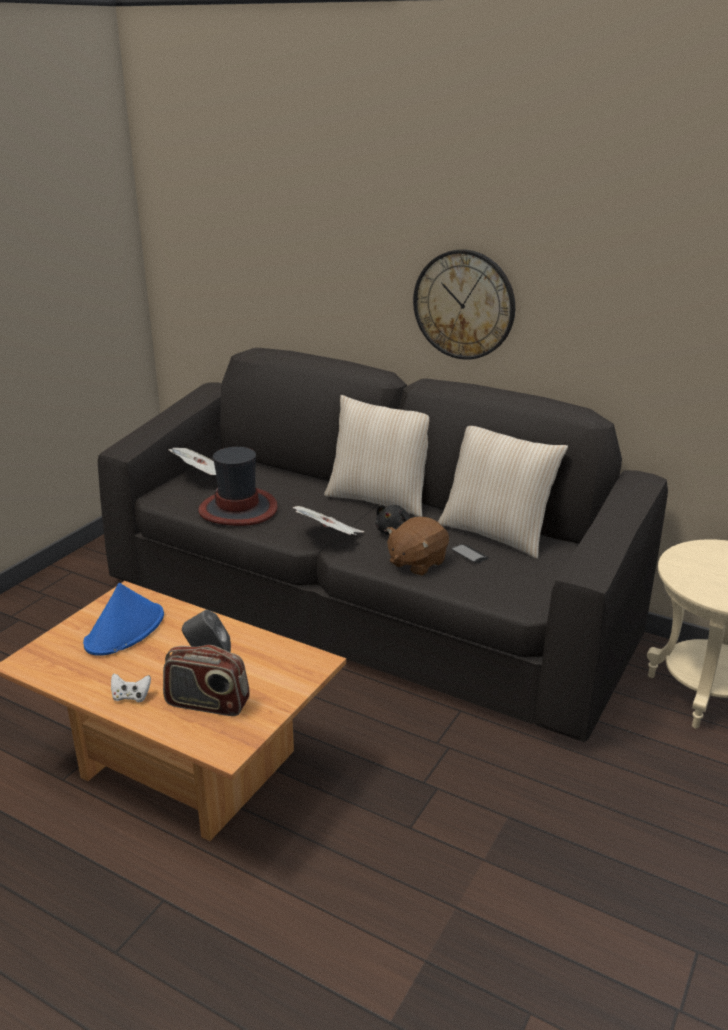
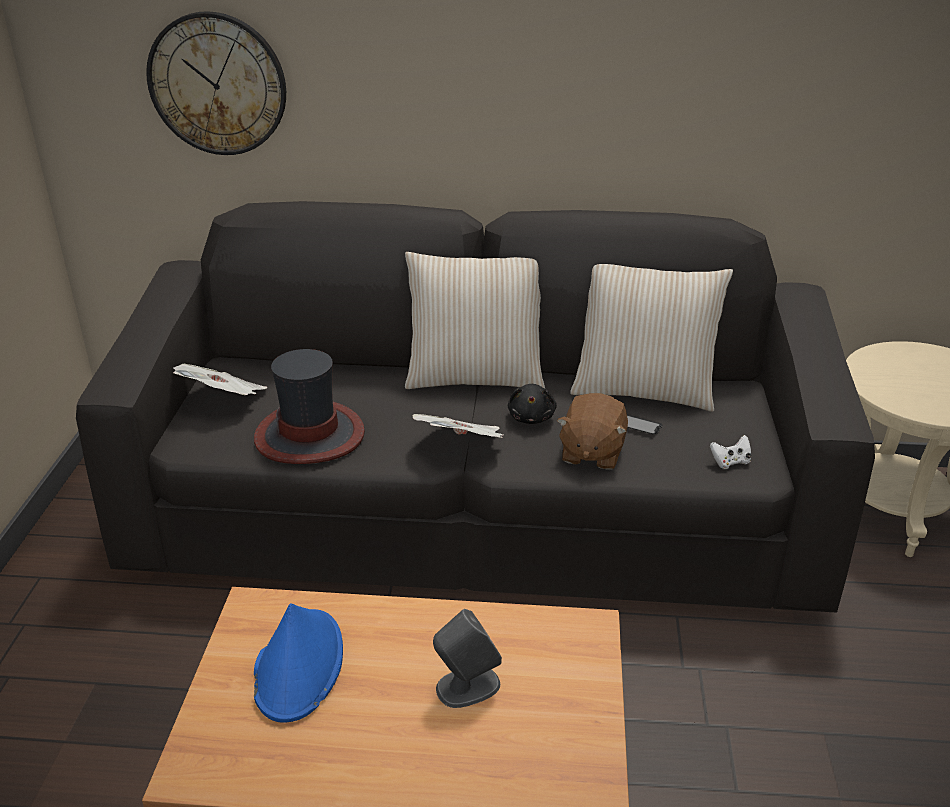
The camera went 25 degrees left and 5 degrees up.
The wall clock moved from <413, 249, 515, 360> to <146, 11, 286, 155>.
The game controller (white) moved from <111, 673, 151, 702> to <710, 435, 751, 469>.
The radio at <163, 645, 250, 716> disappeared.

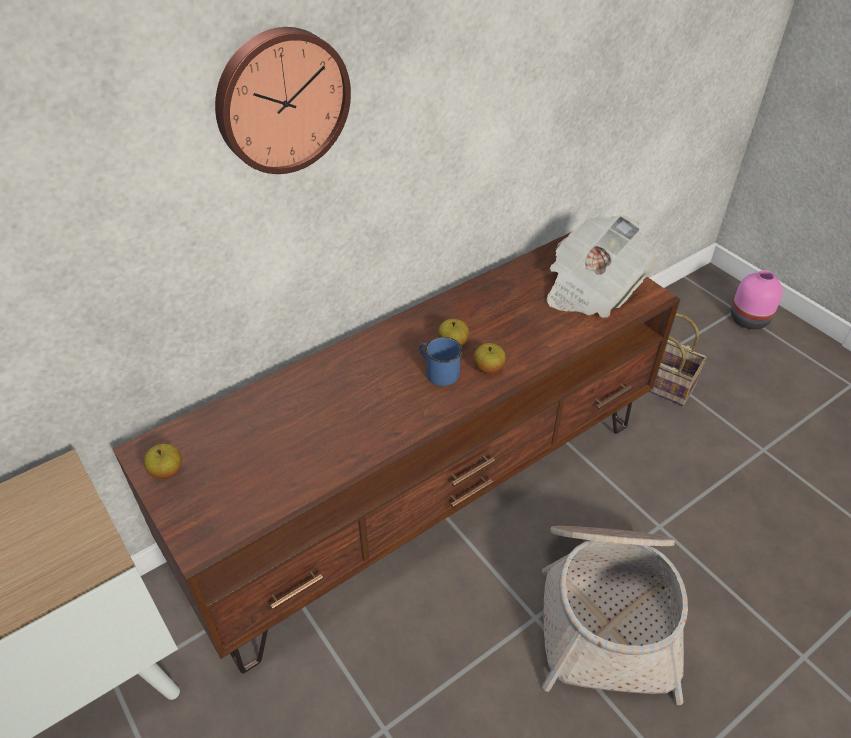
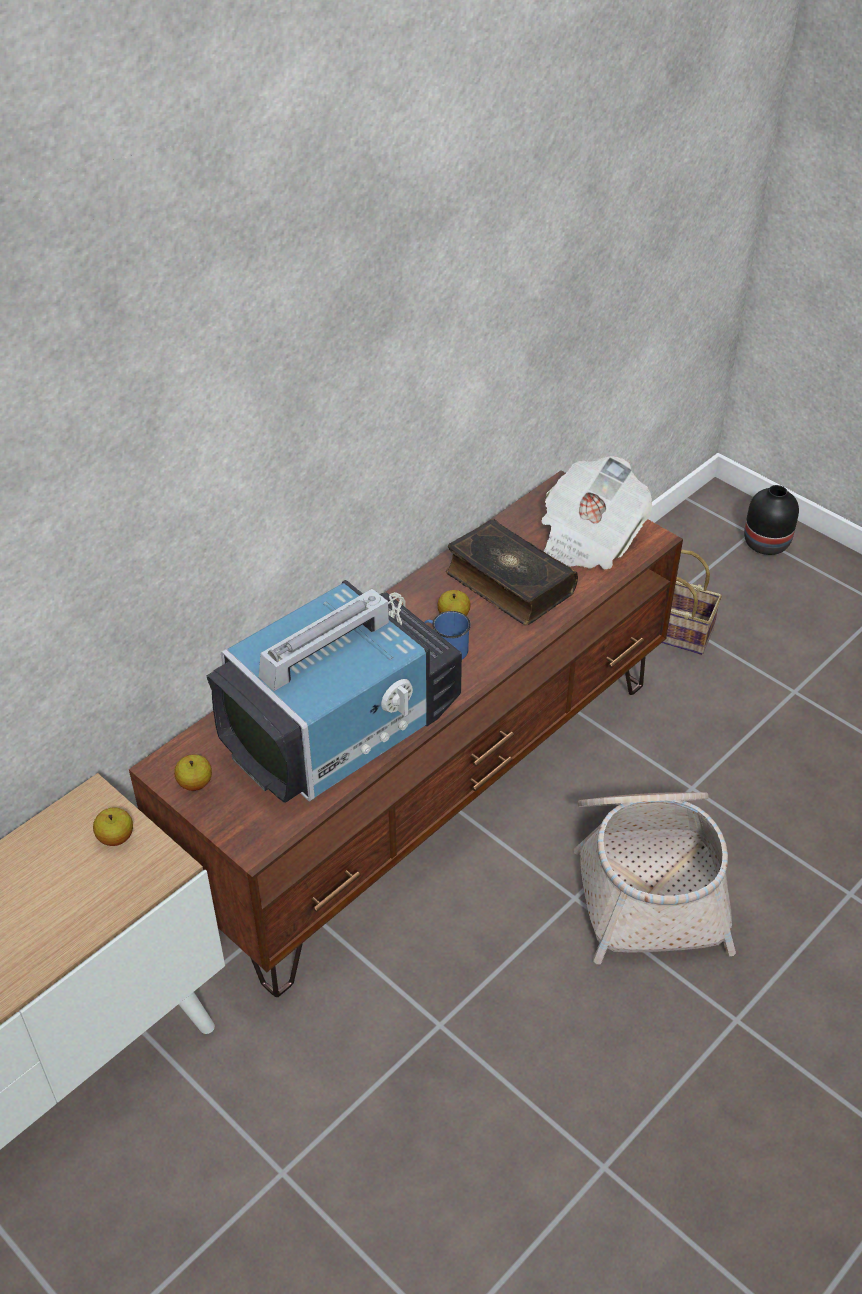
The camera went 10 degrees left and 0 degrees up.
The apple moved from <474, 343, 506, 374> to <93, 807, 133, 846>.
The television at <207, 580, 462, 803> appeared.
The book at <446, 519, 578, 626> appeared.
The vase (pink) at <731, 270, 783, 330> became the vase (black) at <744, 485, 799, 555>.
The wall clock at <215, 27, 351, 174> disappeared.

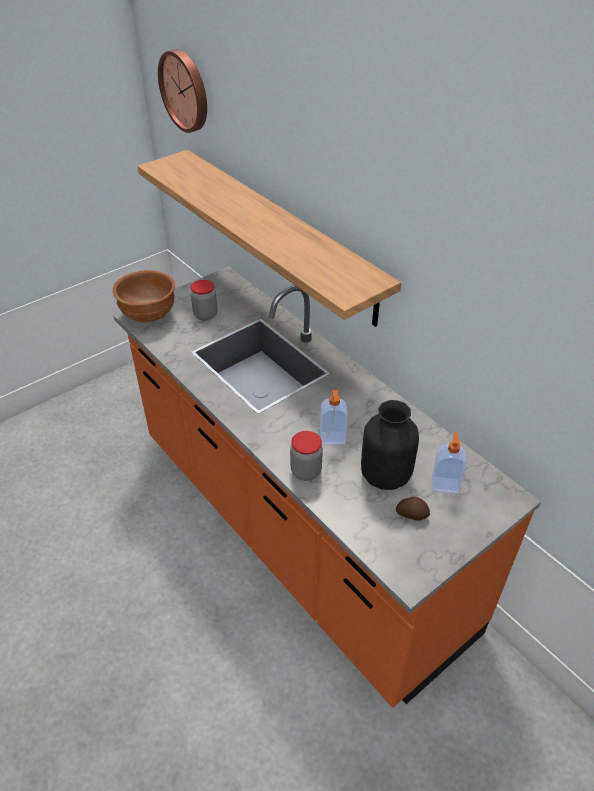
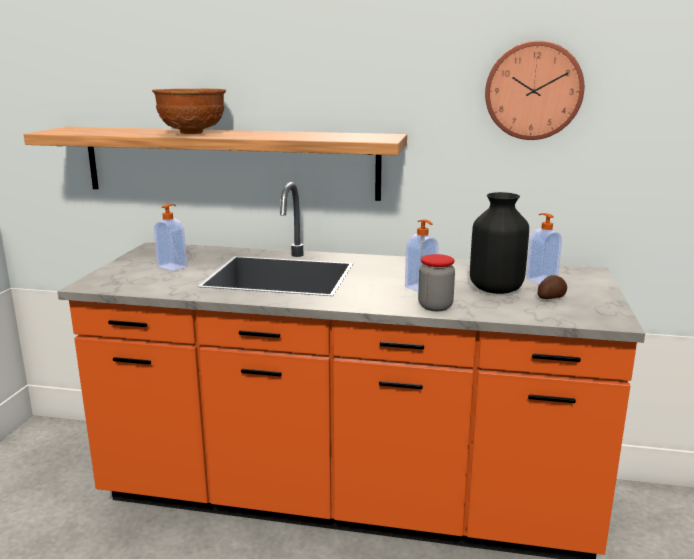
The camera went 40 degrees left and 25 degrees down.
The bowl (brown) moved from <113, 270, 175, 322> to <152, 89, 226, 134>.
The jar at <190, 280, 217, 321> was replaced by the soap dispenser at <154, 204, 187, 271>.
The wall clock moved from <158, 49, 207, 133> to <485, 41, 584, 140>.

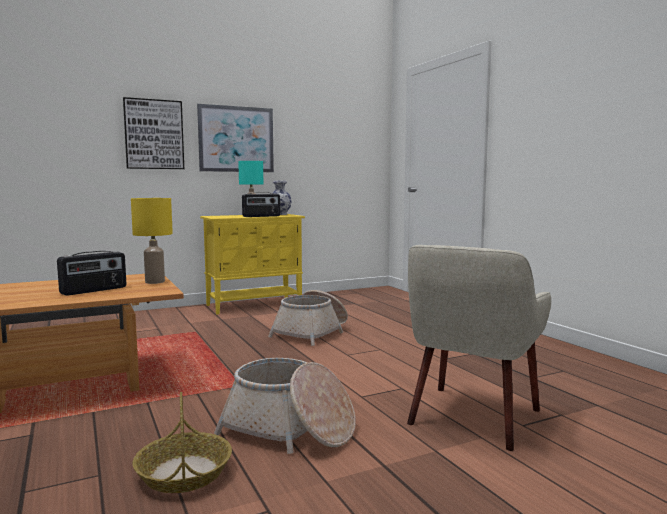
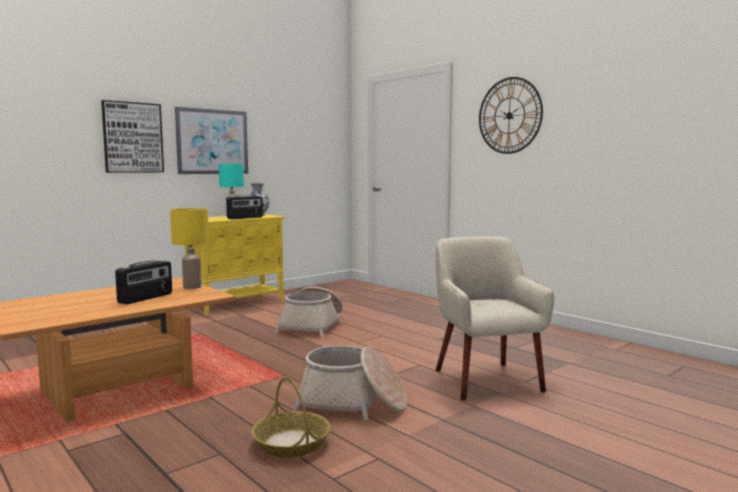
The camera went 15 degrees left and 0 degrees up.
The armchair (beige) at <407, 245, 551, 451> turned 150 degrees clockwise.
The wall clock at <479, 77, 543, 154> appeared.

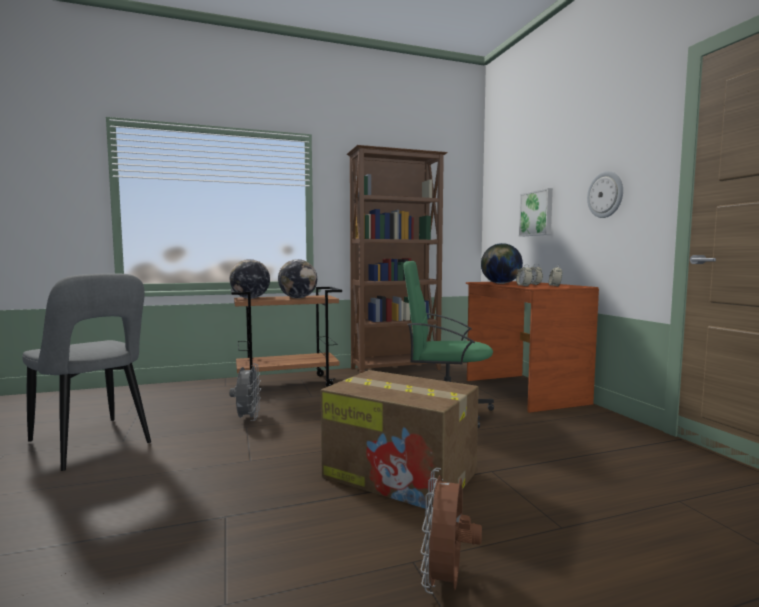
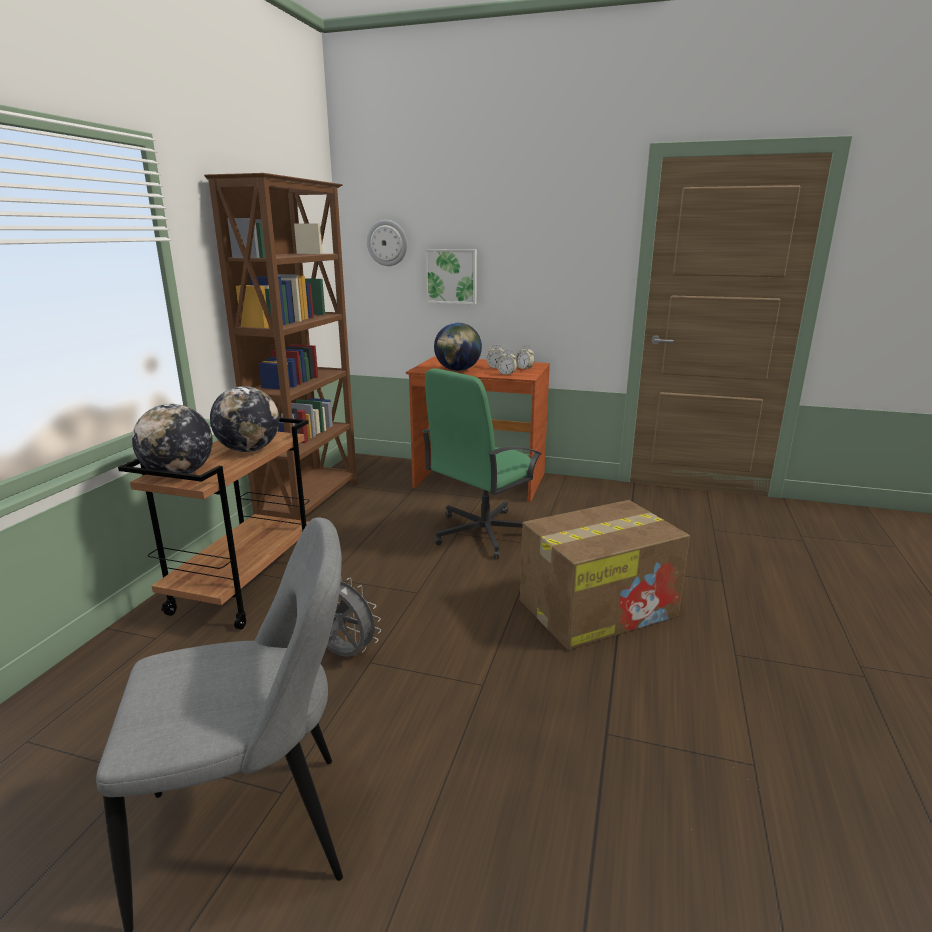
The camera went 55 degrees left and 15 degrees up.
The wall clock moved from <587, 171, 623, 218> to <367, 220, 407, 266>.
The fan (brown) at <420, 468, 482, 594> disappeared.

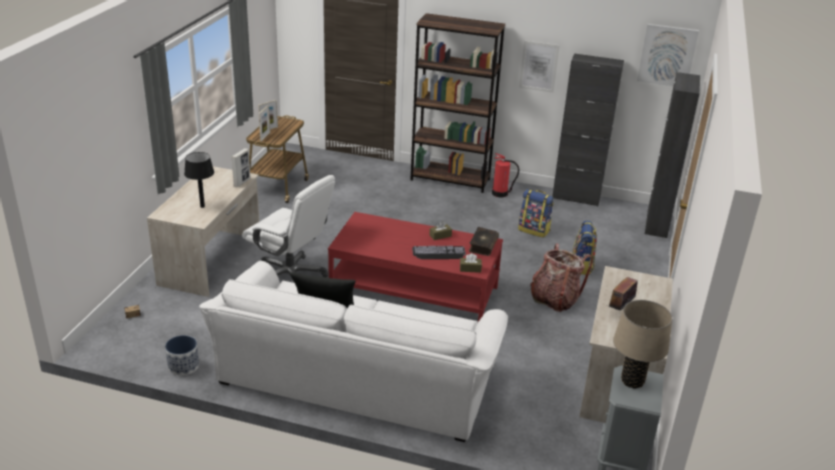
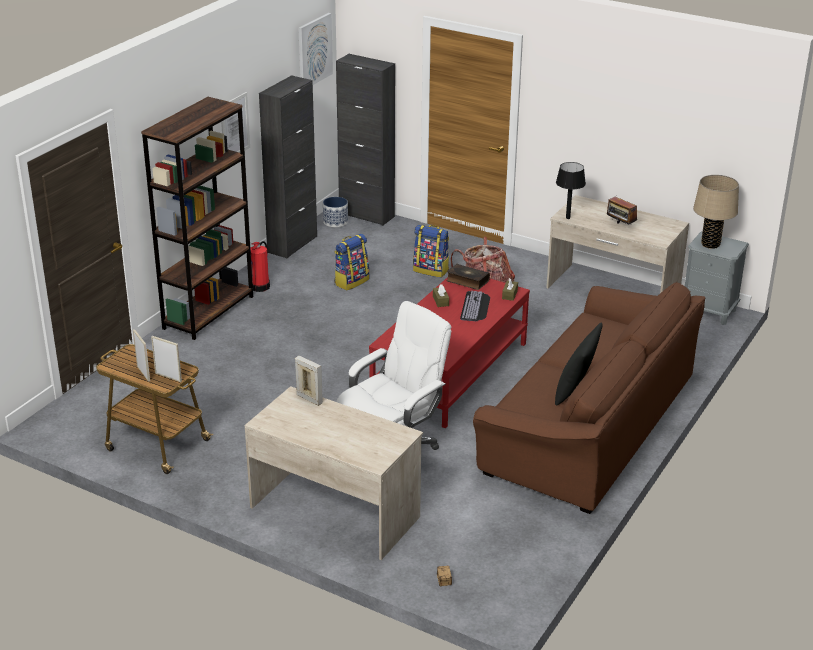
The camera went 75 degrees left and 0 degrees up.
The planter moved from <165, 335, 199, 376> to <323, 197, 348, 227>.
The sofa (white) at <199, 261, 508, 442> became the sofa (brown) at <473, 282, 705, 514>.
The table lamp (black) moved from <184, 152, 214, 208> to <556, 162, 586, 219>.

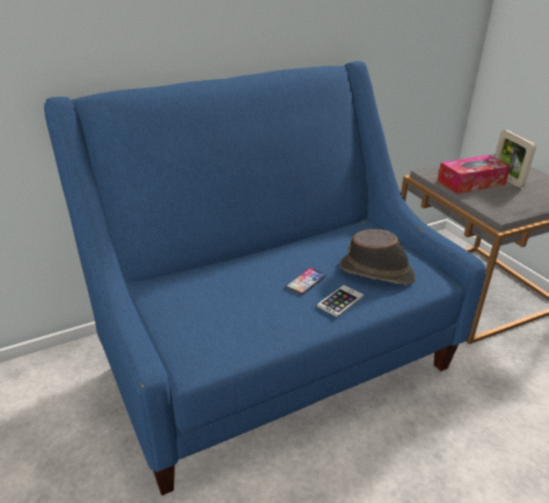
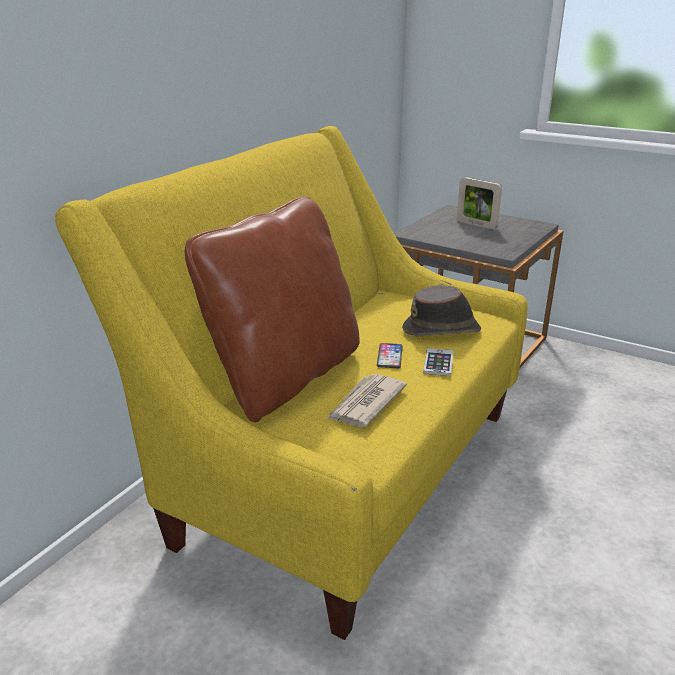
The camera went 30 degrees left and 5 degrees down.
The sofa (blue) at <44, 61, 486, 496> became the sofa (yellow) at <55, 126, 527, 640>.
The pillow (brown) at <185, 197, 360, 422> appeared.
The newspaper at <327, 374, 407, 427> appeared.
The tissue box at <437, 155, 510, 194> disappeared.

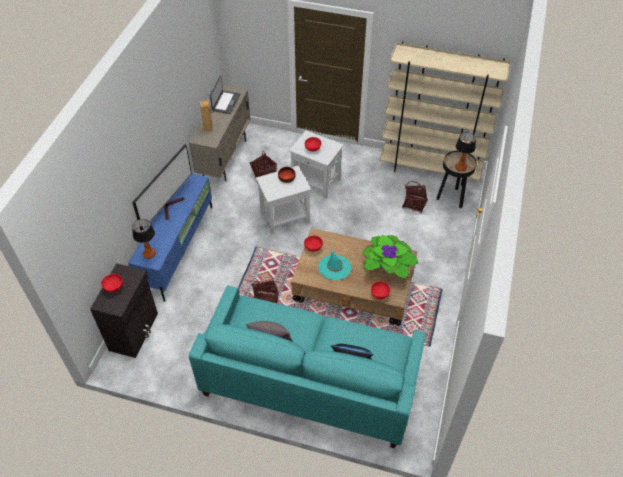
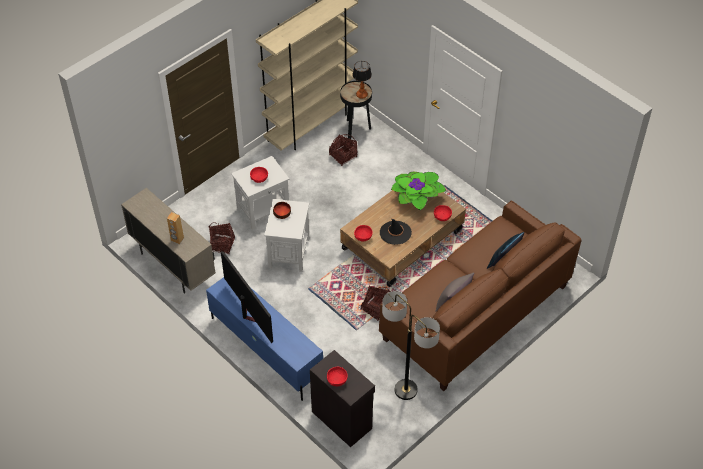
The camera went 60 degrees left and 0 degrees up.
The sofa (turquoise) at <189, 285, 426, 449> became the sofa (brown) at <379, 200, 582, 391>.
The hat (turquoise) at <318, 249, 351, 280> became the hat (black) at <380, 218, 412, 245>.
The floor lamp at <382, 291, 440, 400> appeared.
The table lamp at <132, 219, 156, 259> disappeared.
The laptop at <210, 76, 240, 114> disappeared.

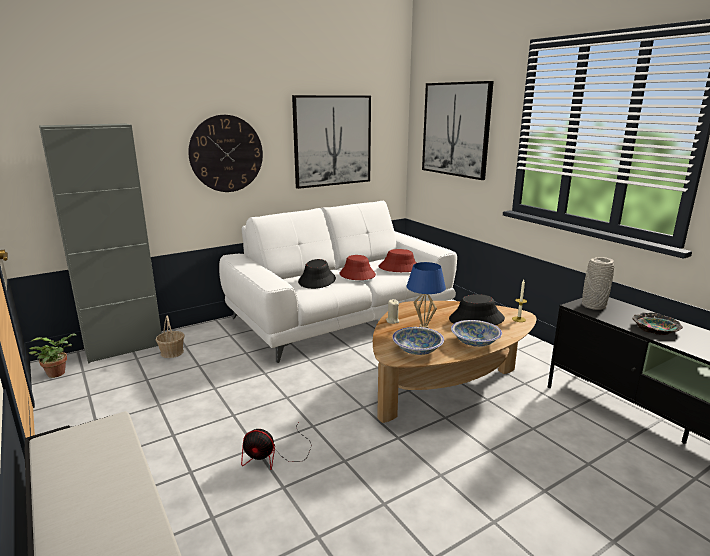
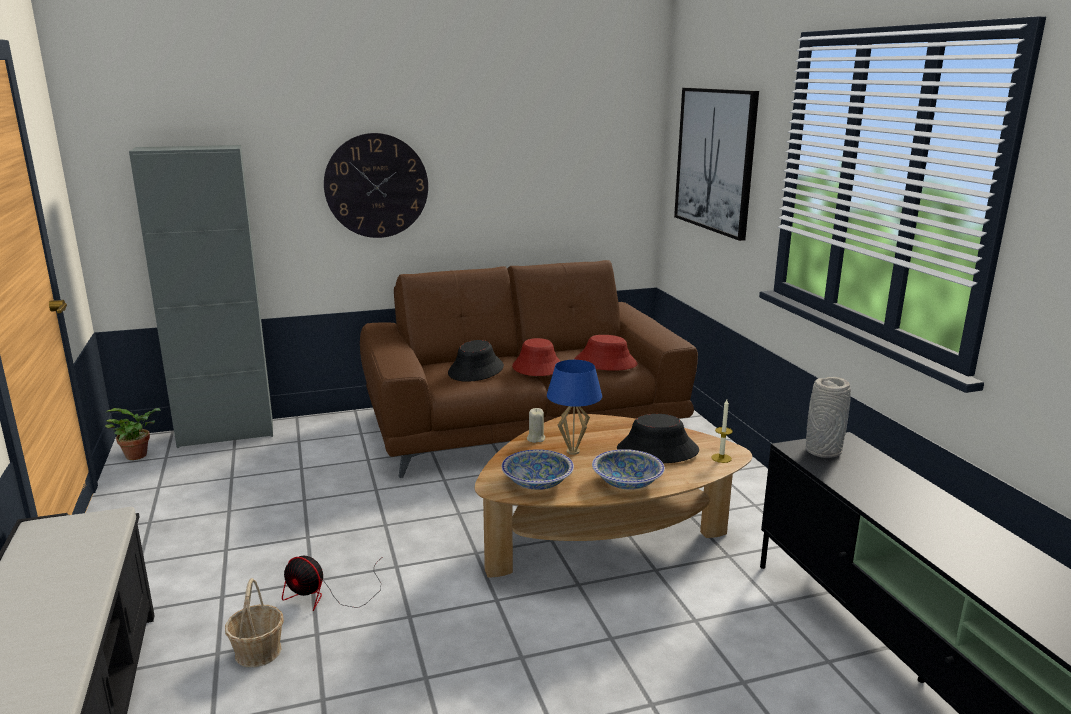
The camera went 15 degrees right and 0 degrees up.
The basket moved from <156, 316, 185, 358> to <225, 578, 284, 667>.
The sofa (white) at <219, 201, 457, 363> became the sofa (brown) at <360, 260, 698, 478>.
The picture at <292, 95, 371, 189> disappeared.
The bowl at <632, 312, 683, 335> disappeared.

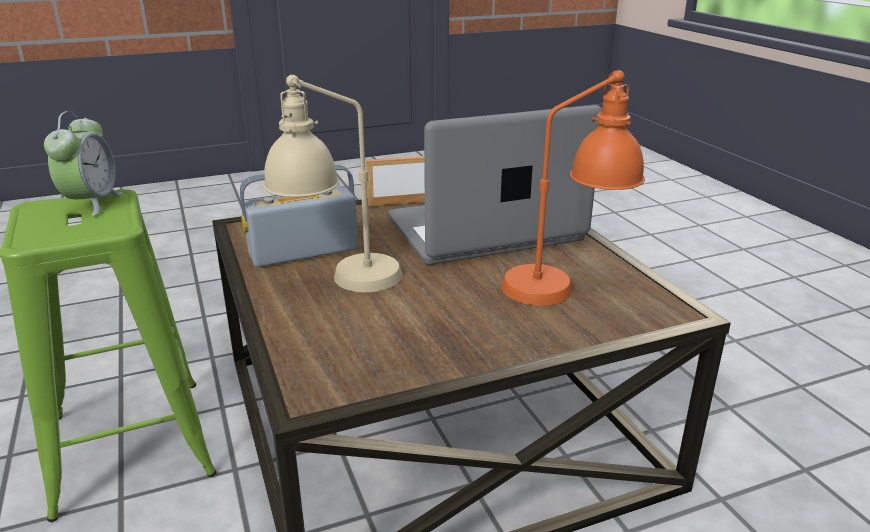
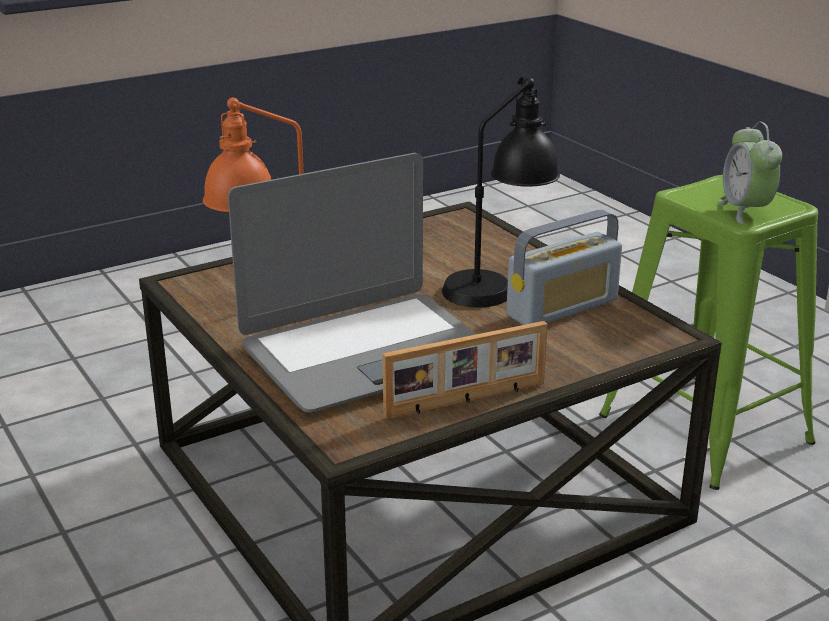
The camera went 170 degrees right and 0 degrees up.
The table lamp (beige) at <263, 75, 403, 292> became the table lamp (black) at <442, 77, 560, 308>.

